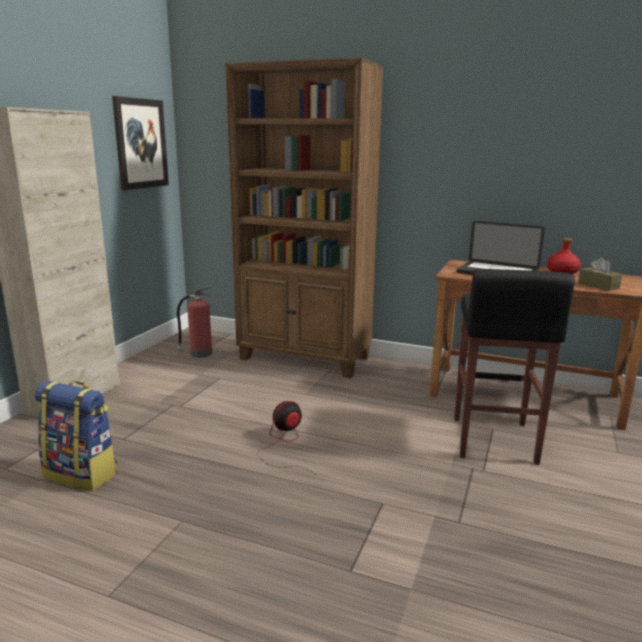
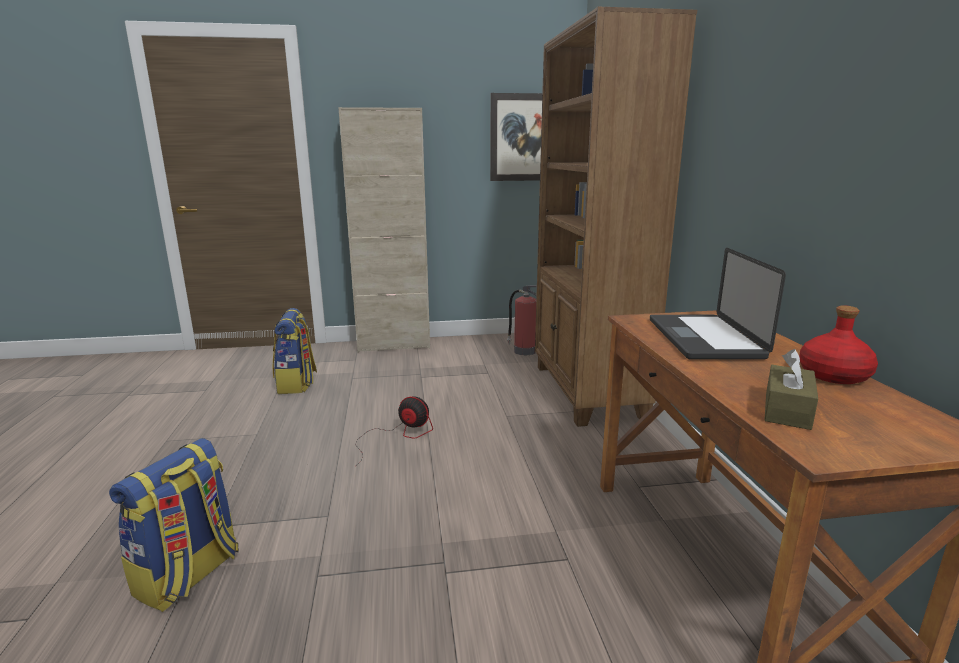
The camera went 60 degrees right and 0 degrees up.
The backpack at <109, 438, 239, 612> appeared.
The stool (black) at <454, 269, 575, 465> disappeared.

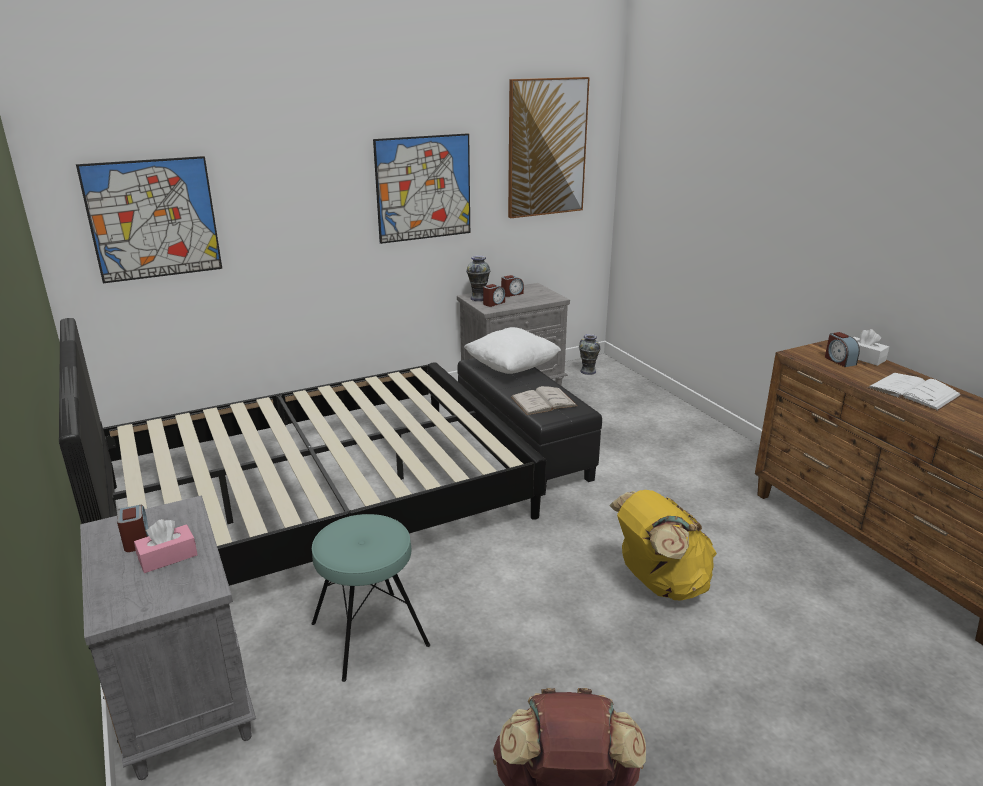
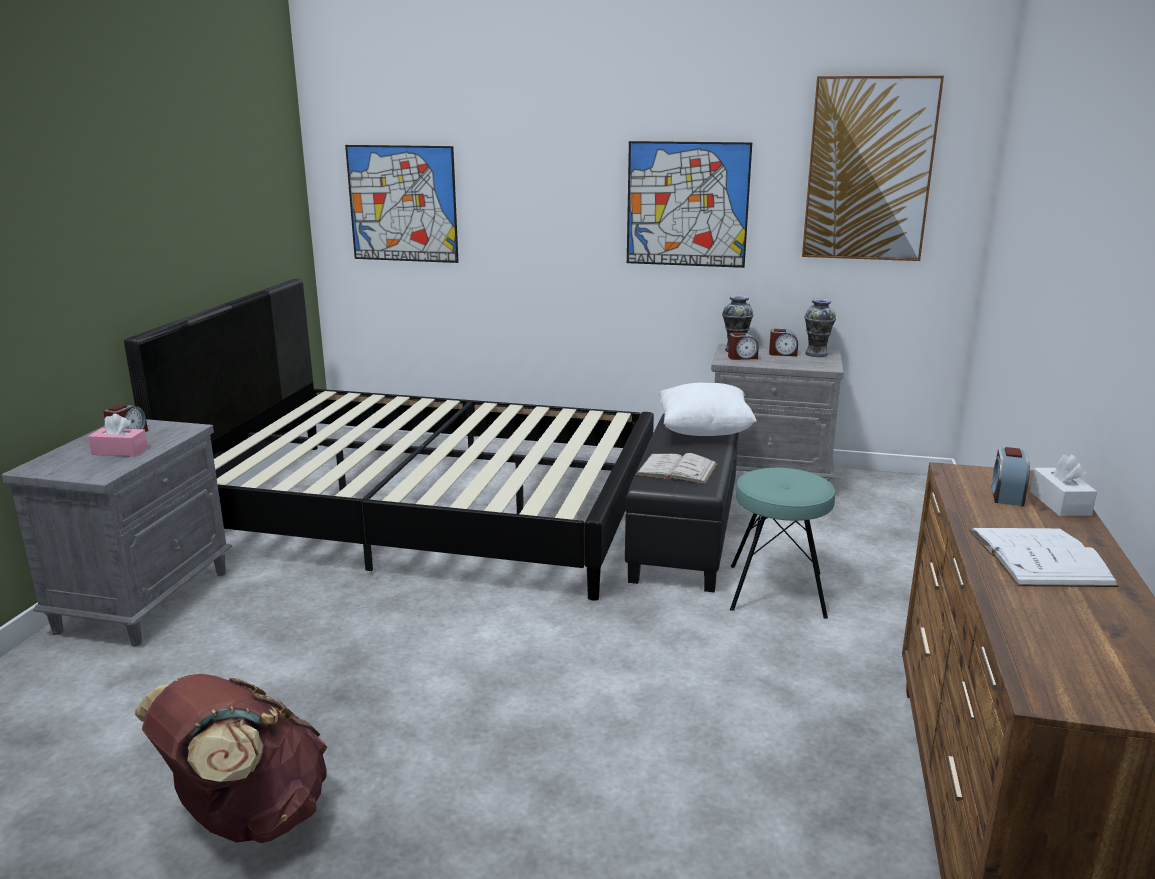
The camera went 40 degrees right and 5 degrees down.
The stool (turquoise) moved from <311, 514, 430, 682> to <730, 468, 835, 619>.
The vase moved from <579, 334, 601, 375> to <805, 299, 836, 357>.
The backpack (yellow) at <609, 490, 717, 600> disappeared.

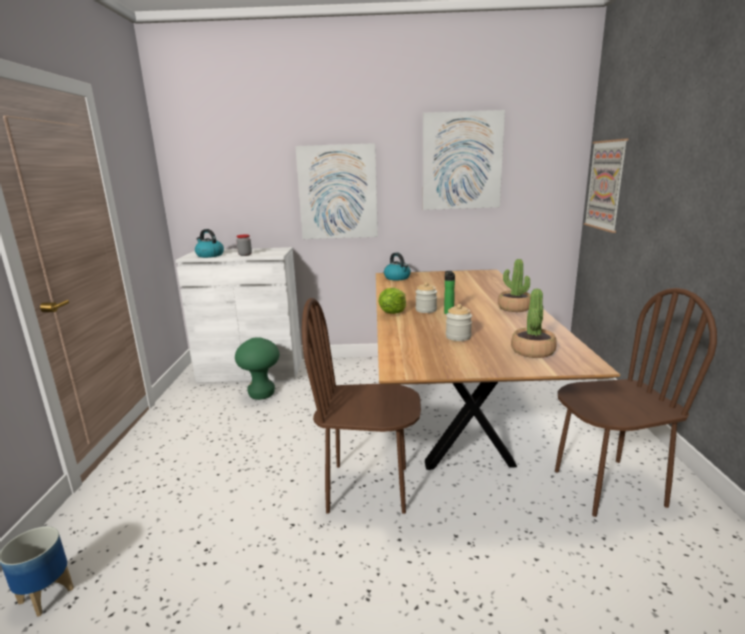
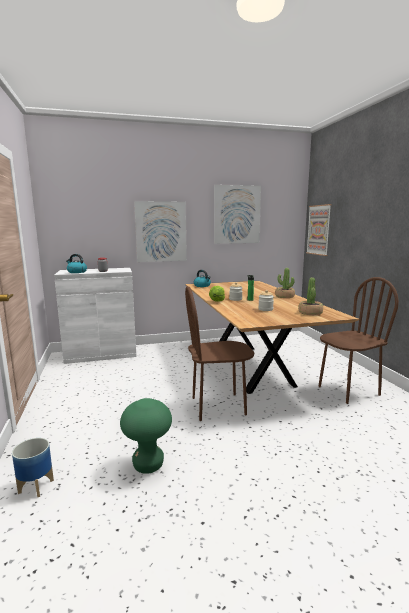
The camera went 15 degrees left and 5 degrees down.
The stool (green) moved from <235, 337, 279, 400> to <120, 398, 172, 474>.

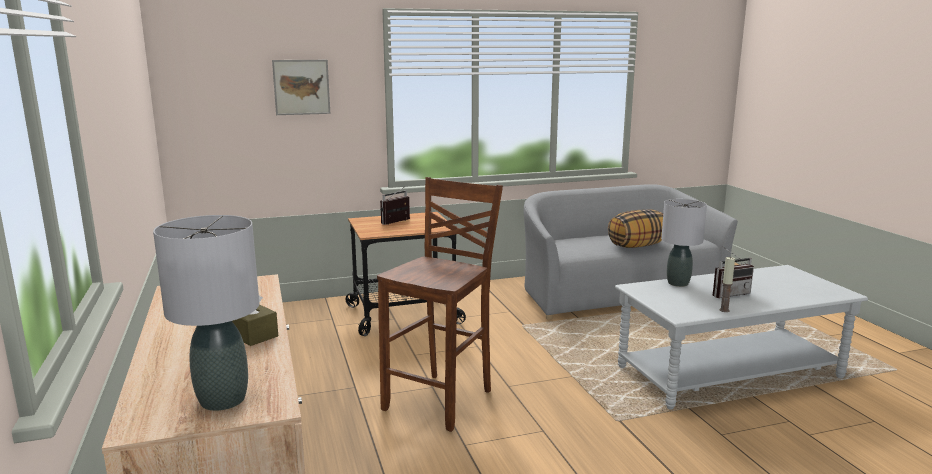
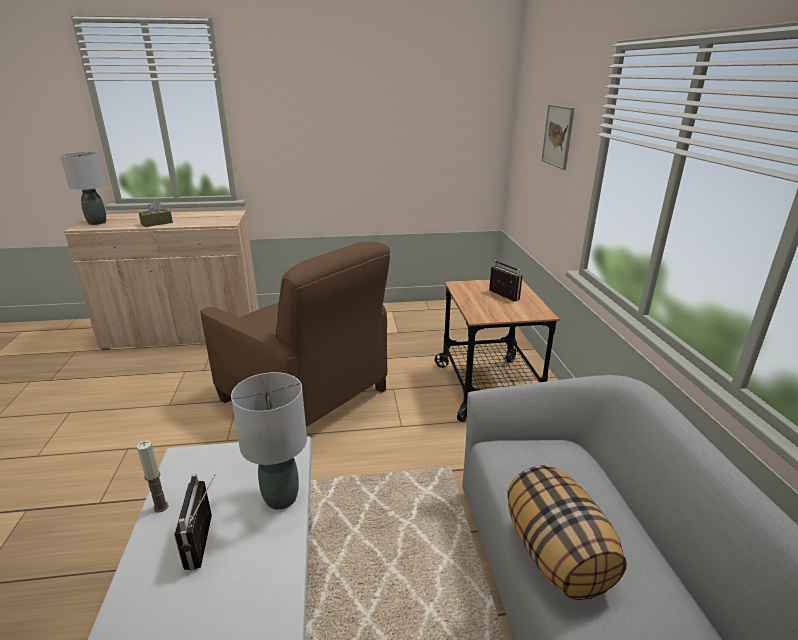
The camera went 100 degrees right and 10 degrees up.
The stool (brown) at <377, 177, 503, 432> was replaced by the armchair (brown) at <200, 242, 390, 427>.

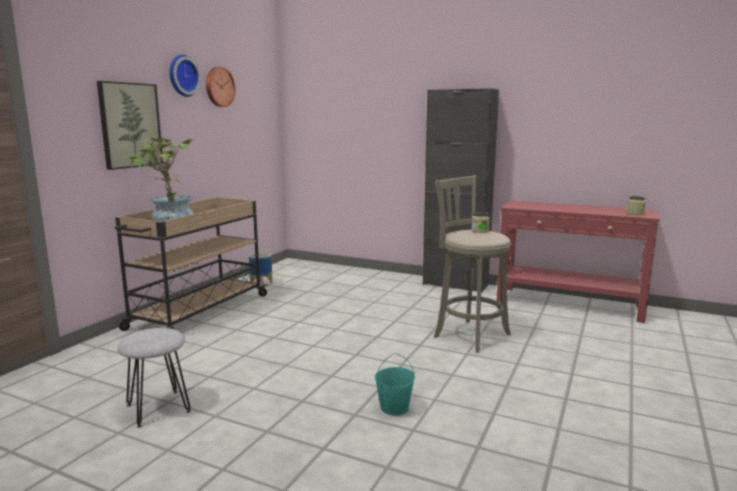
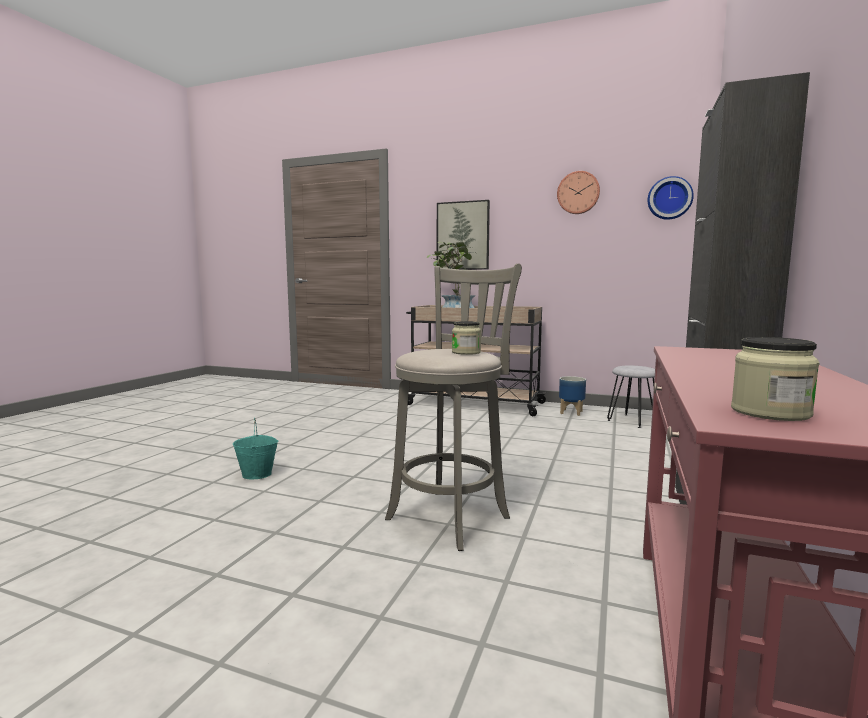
The camera went 85 degrees right and 5 degrees down.
The stool (grey) moved from <117, 328, 191, 428> to <607, 365, 655, 428>.
The wall clock moved from <169, 55, 201, 97> to <647, 176, 694, 220>.

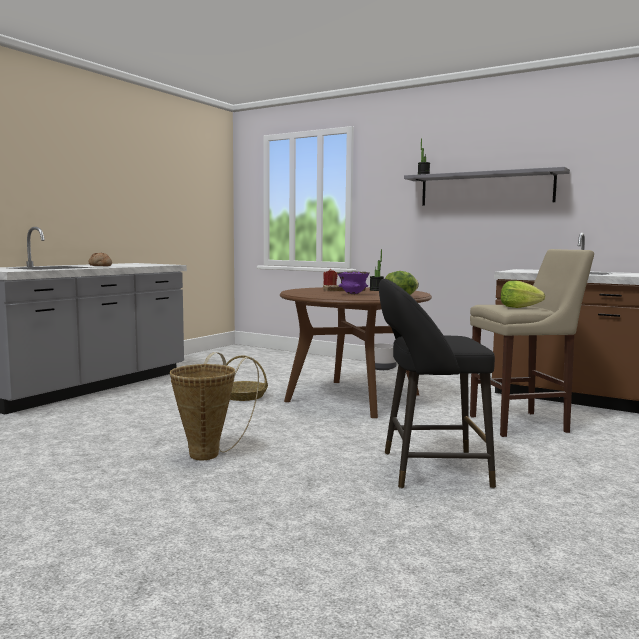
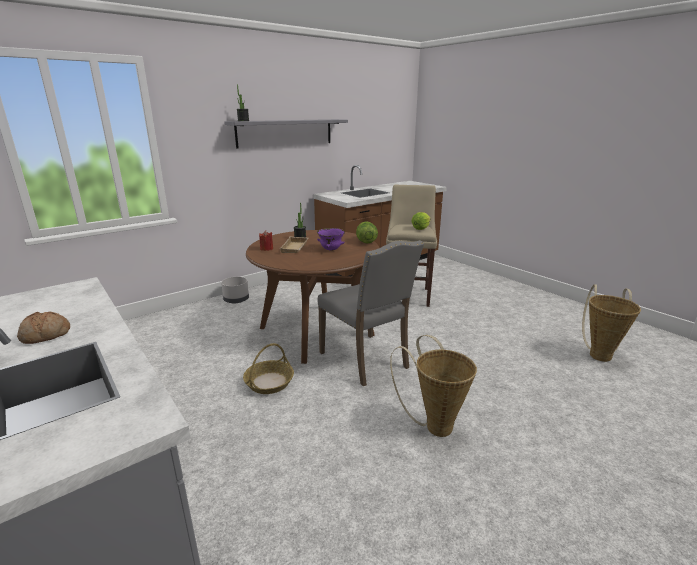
The camera went 70 degrees left and 15 degrees up.
The chair (grey) at <317, 240, 424, 386> appeared.
The basket at <582, 284, 641, 362> appeared.
The stool (black) at <379, 279, 496, 489> disappeared.

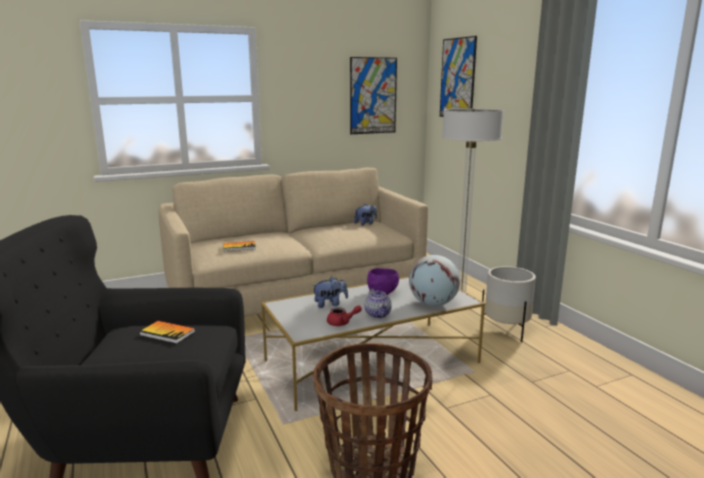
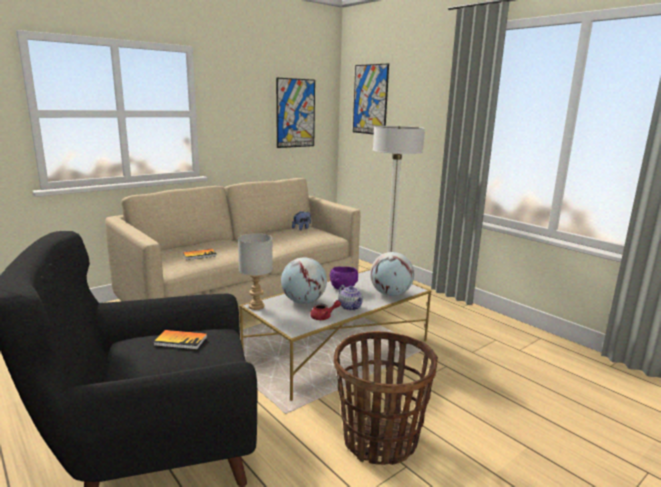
The camera went 15 degrees left and 0 degrees up.
The table lamp (grey) at <238, 233, 273, 310> appeared.
The plush toy at <312, 277, 348, 308> was replaced by the globe at <281, 258, 327, 304>.
The planter (white) at <480, 266, 536, 342> disappeared.

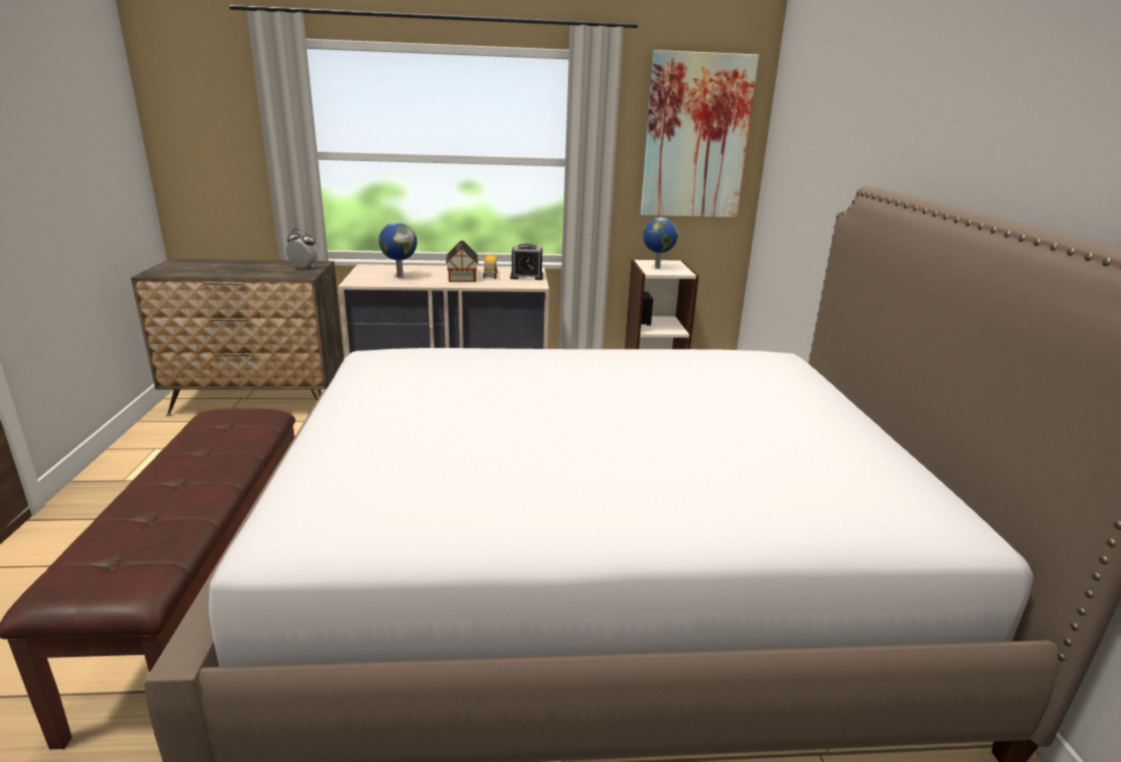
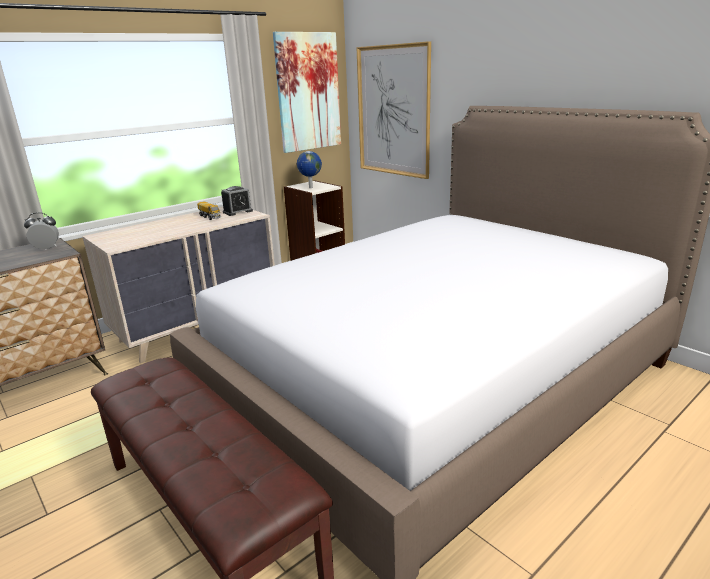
The camera went 35 degrees left and 0 degrees up.
The picture at <356, 41, 431, 179> appeared.
The globe at <379, 222, 417, 278> disappeared.
The toy house at <446, 240, 478, 282> disappeared.

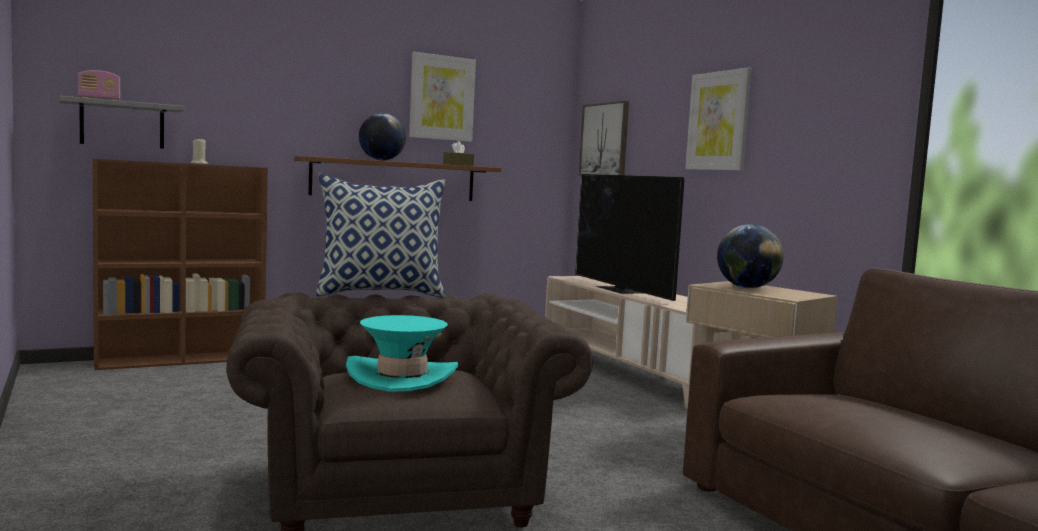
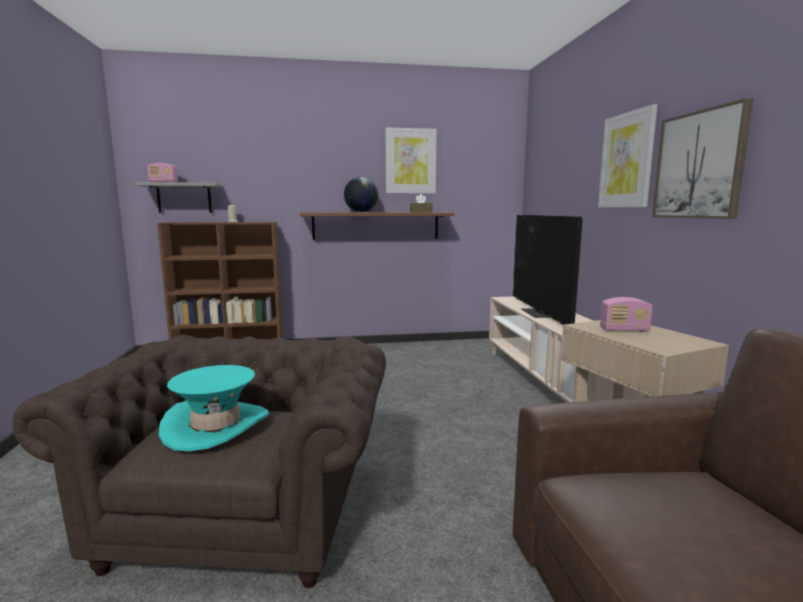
The camera went 20 degrees right and 5 degrees up.
The globe at <717, 224, 784, 288> was replaced by the radio at <600, 297, 653, 332>.
The picture moved from <579, 101, 629, 176> to <652, 98, 754, 219>.
The pillow at <316, 174, 446, 297> disappeared.

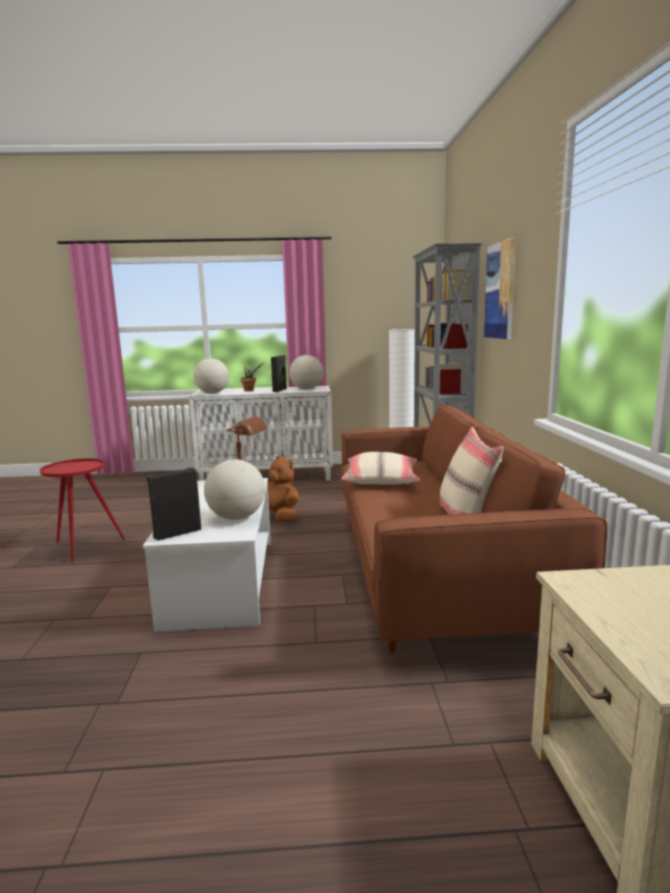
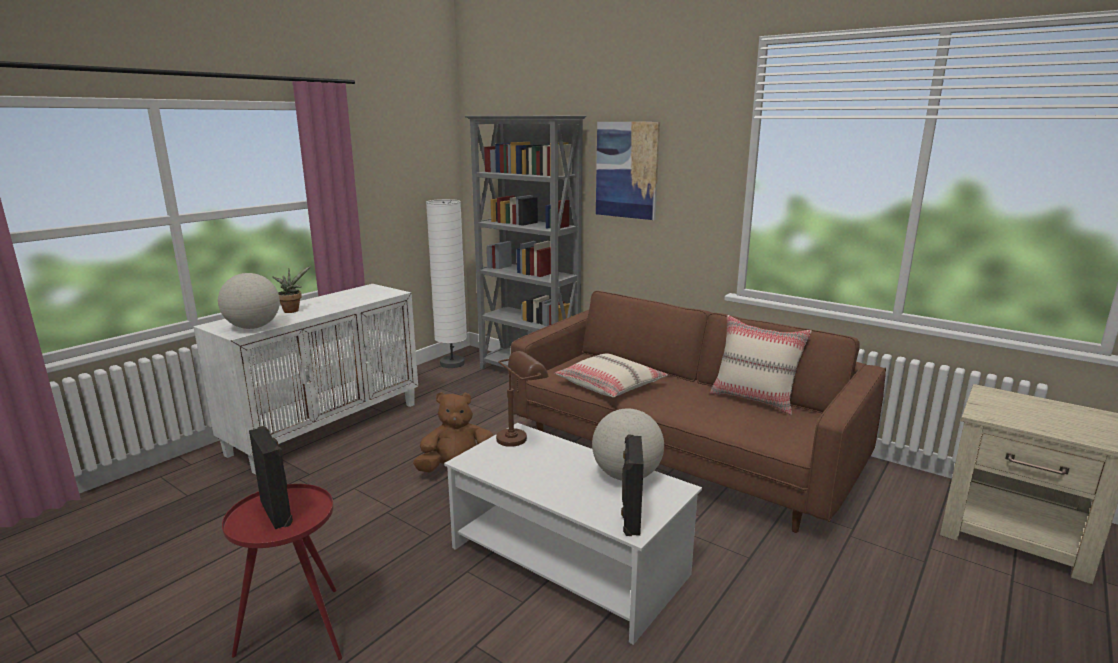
The camera went 50 degrees left and 5 degrees up.
The speaker (black) moved from <271, 355, 287, 392> to <249, 426, 293, 529>.
The globe at <289, 355, 324, 390> disappeared.

